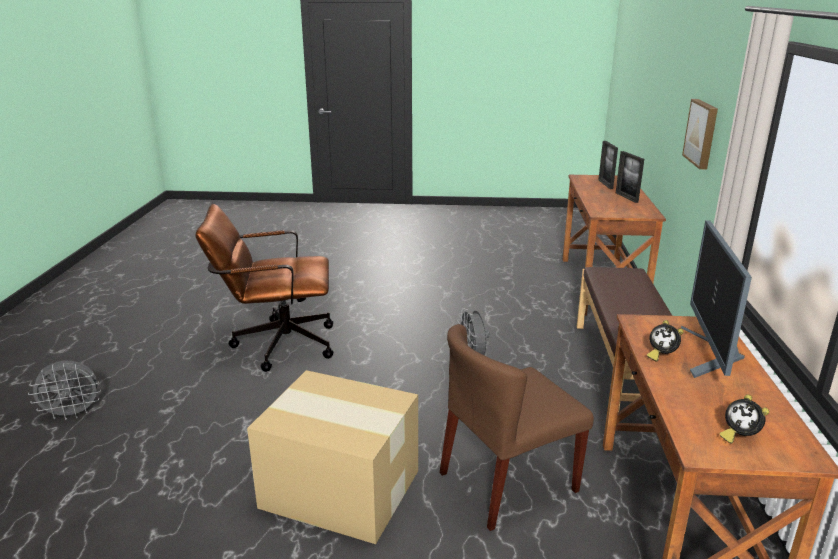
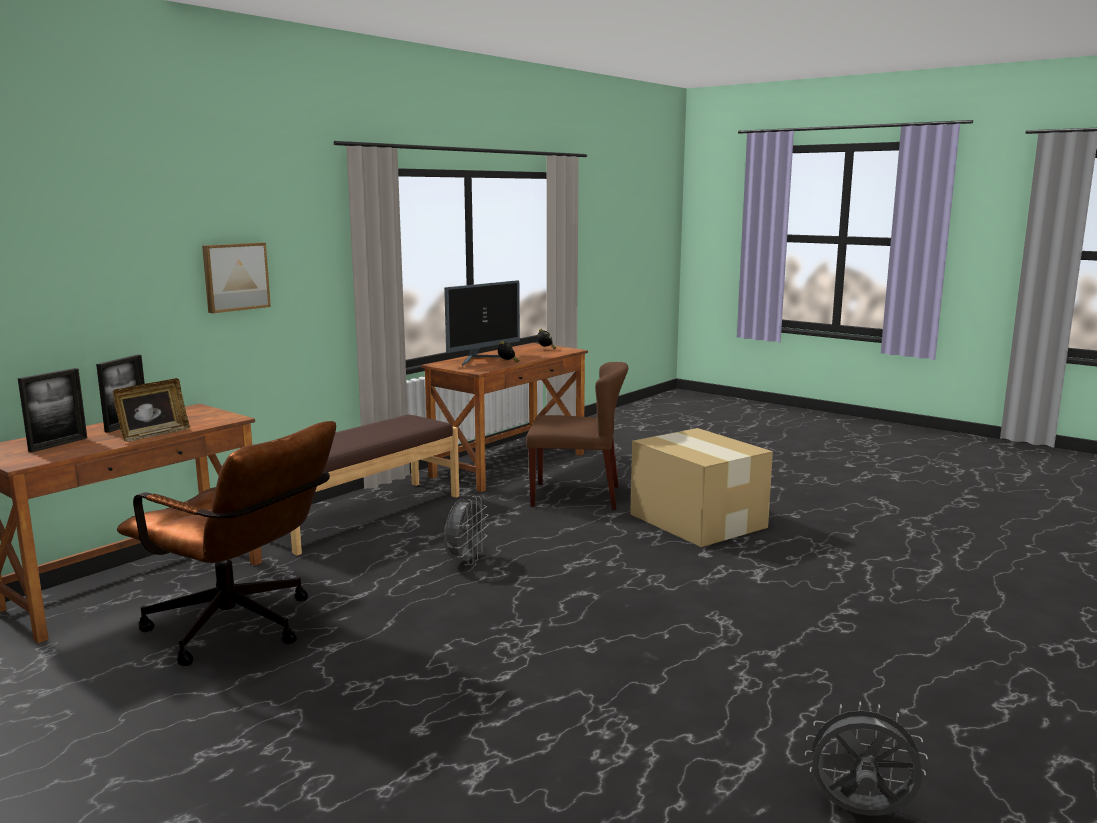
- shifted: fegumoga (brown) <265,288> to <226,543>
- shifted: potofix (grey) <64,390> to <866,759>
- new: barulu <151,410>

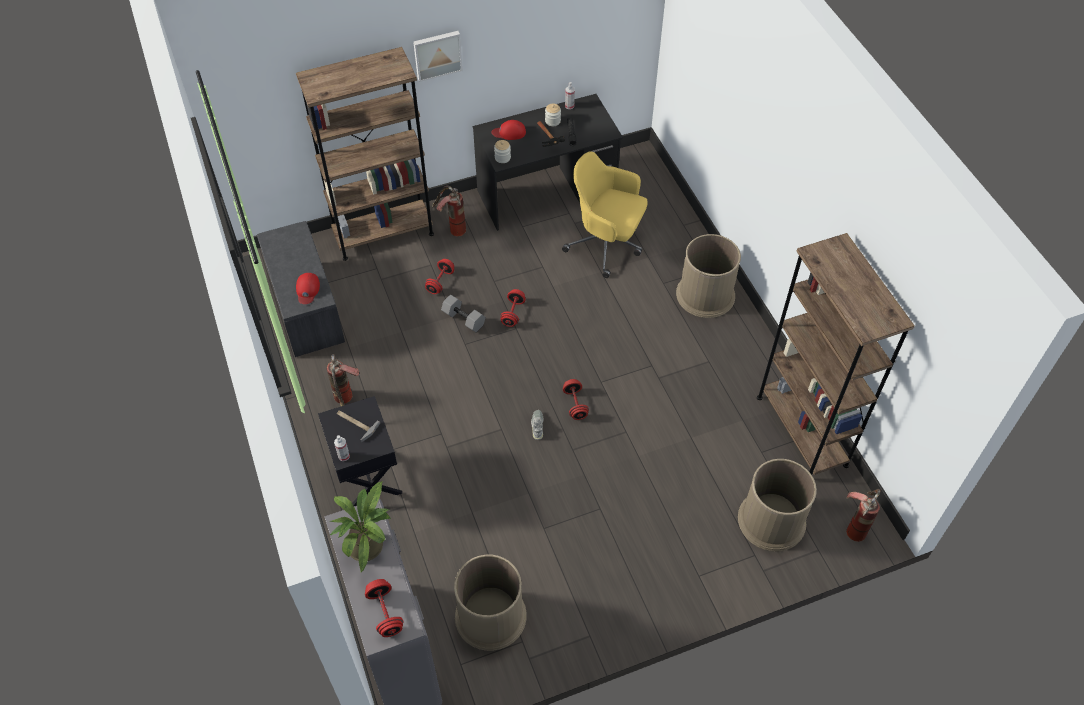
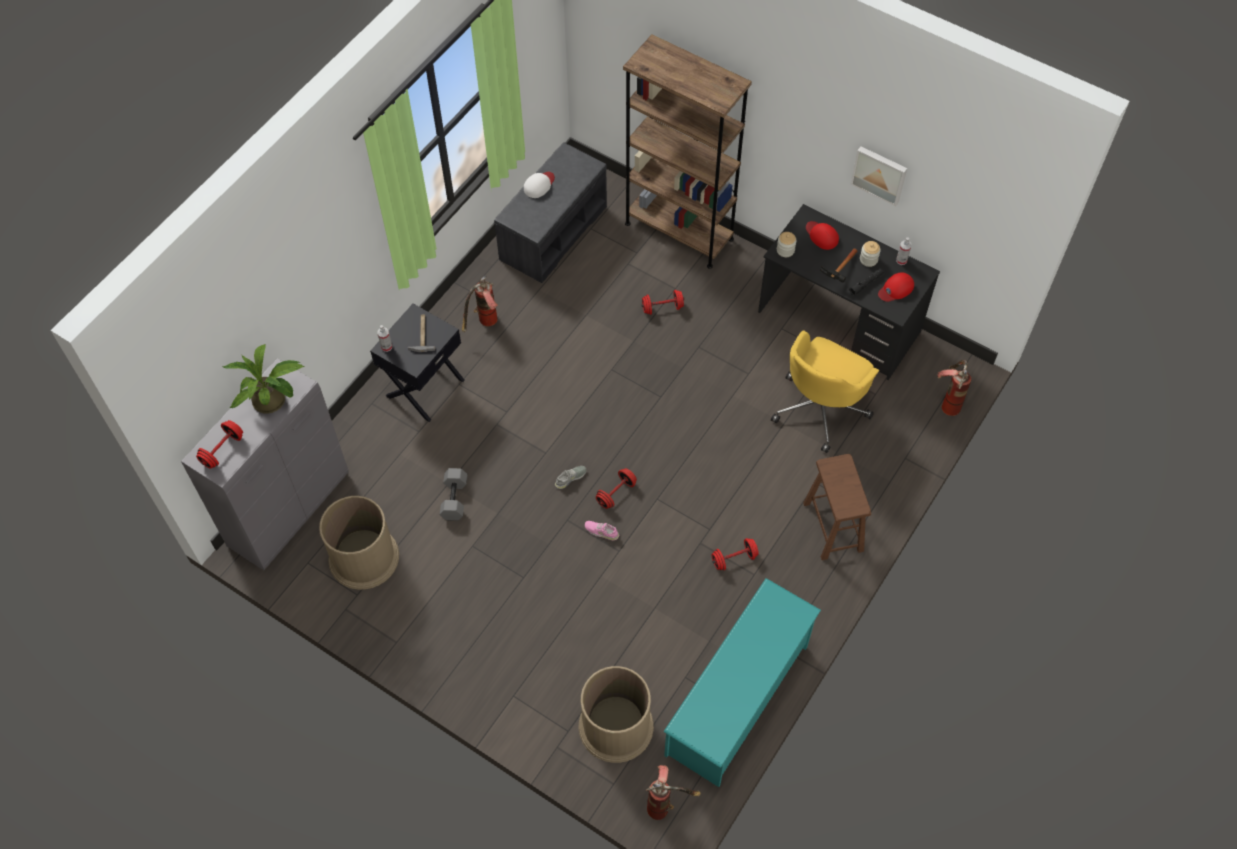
- shifted: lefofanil <438,56> to <878,176>
- rotated: fegumoga (yellow) <604,214> = <825,391> 135 degrees counterclockwise
- shifted: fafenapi <449,211> to <954,388>
- swapped: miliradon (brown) <836,354> to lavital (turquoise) <742,682>
- swapped: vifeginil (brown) <708,276> to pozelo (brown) <837,507>
- shifted: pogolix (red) <308,288> to <896,287>
- shifted: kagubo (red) <513,308> to <735,554>
- shifted: kagubo (grey) <463,313> to <453,494>
- new: pogolix (white) <539,185>
- new: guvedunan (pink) <602,530>

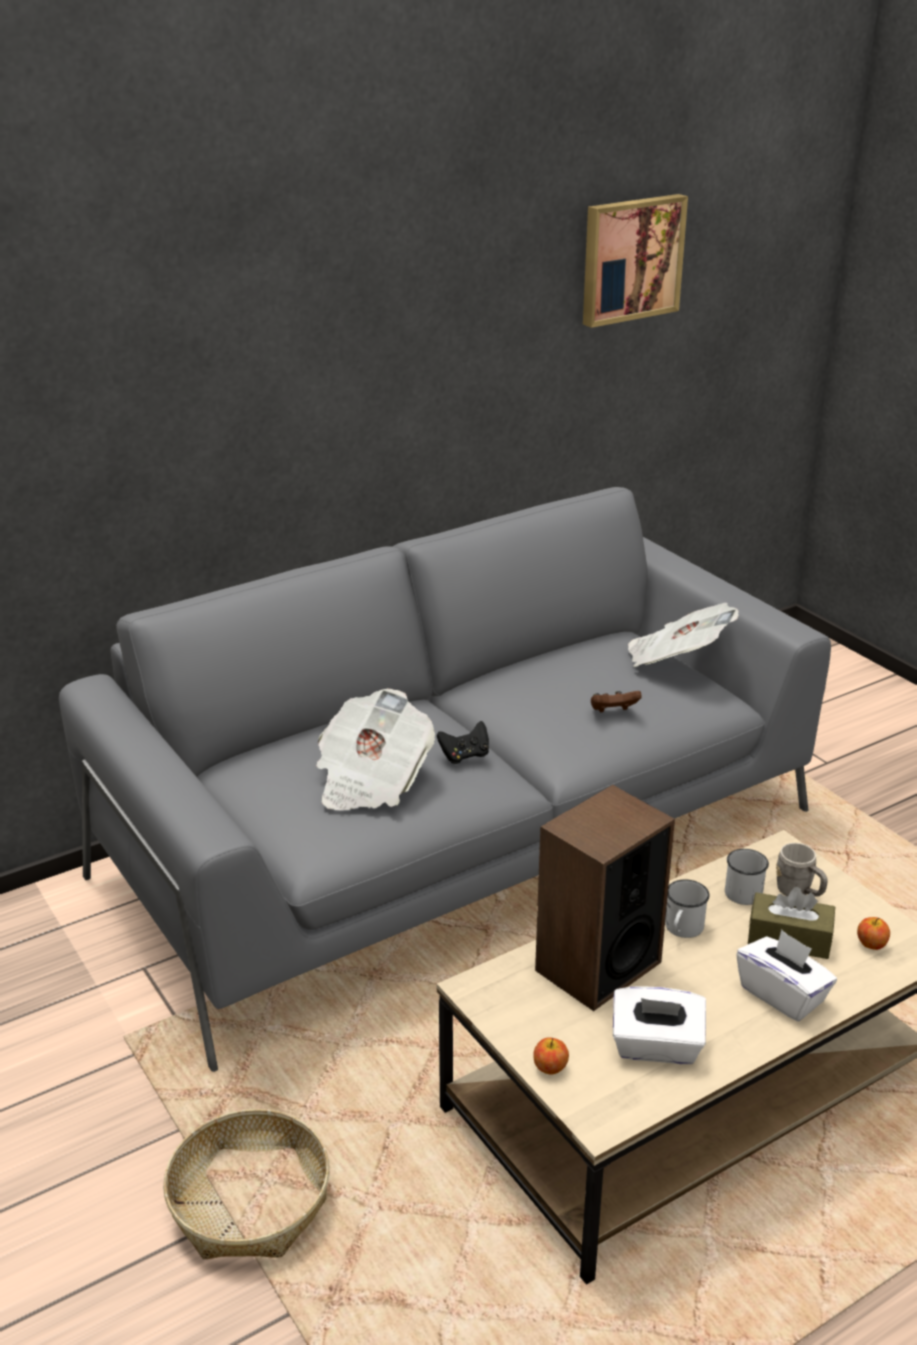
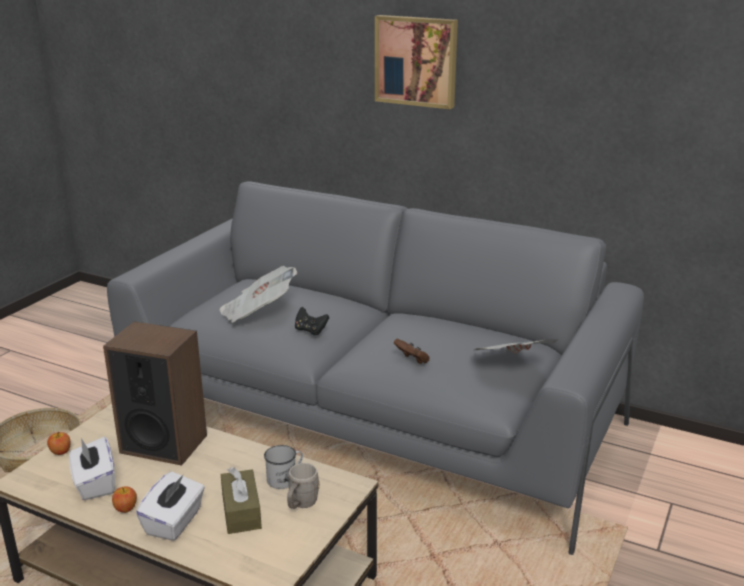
- shifted: lefofanil <635,261> to <416,62>
- gone: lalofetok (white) <687,908>
- shifted: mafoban <873,933> to <124,499>

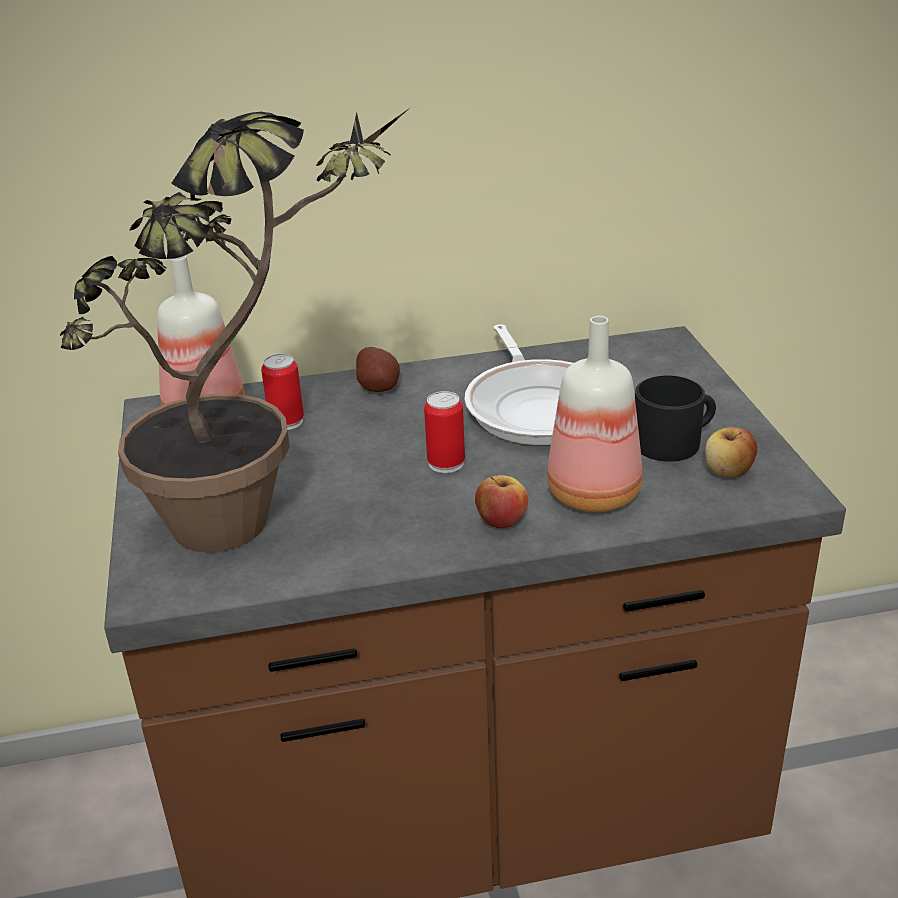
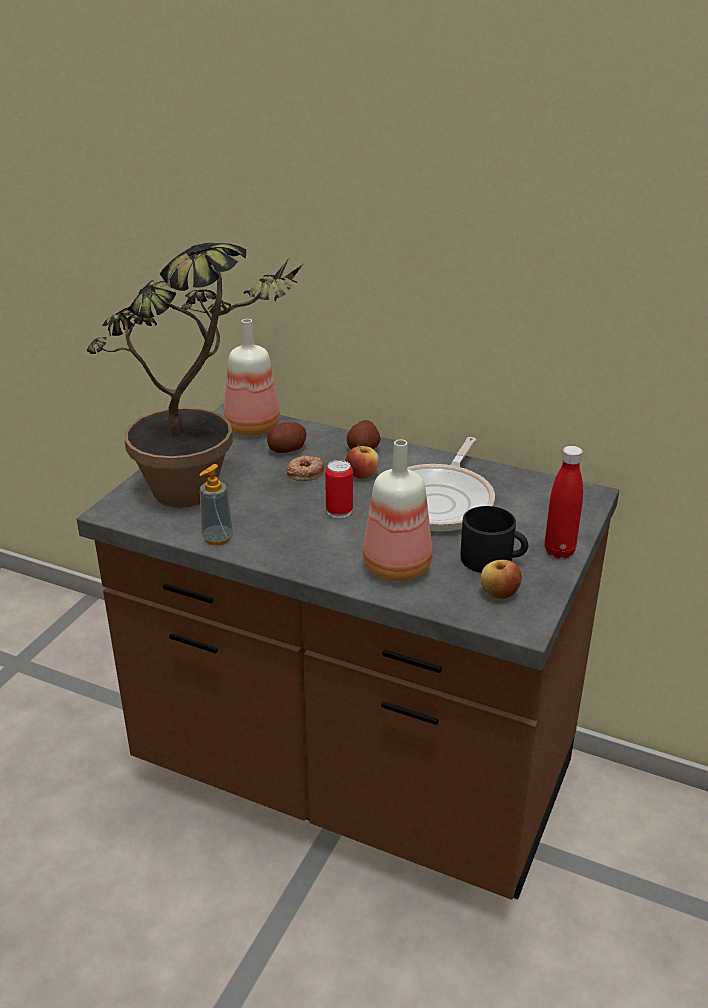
- swapped: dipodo <282,392> to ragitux <287,437>
- shifted: mafoban <501,501> to <362,461>
- new: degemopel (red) <563,502>
- new: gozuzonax <305,468>
- new: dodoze <216,504>

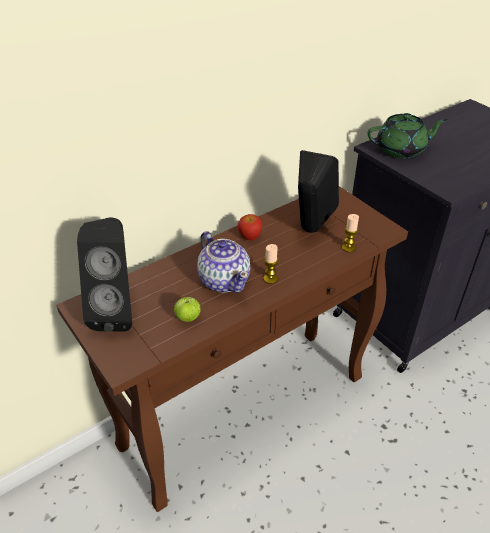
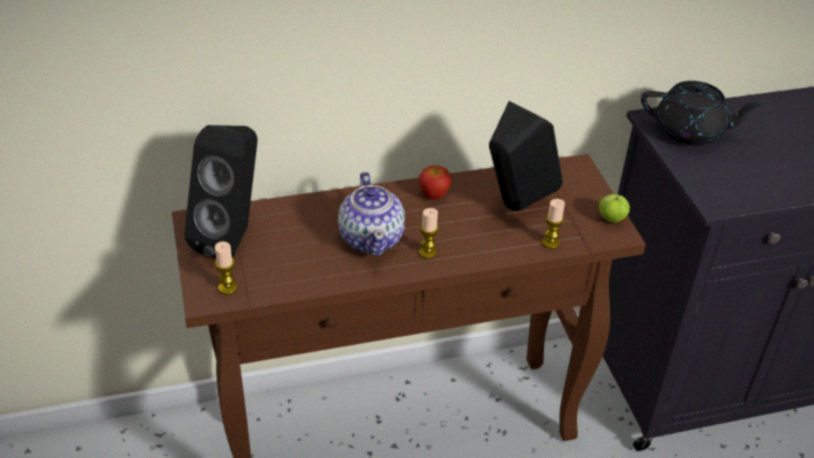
- repainted: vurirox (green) <407,135> to vurirox (black) <701,113>
- shifted: mafoban <187,309> to <614,208>
- new: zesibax <226,268>

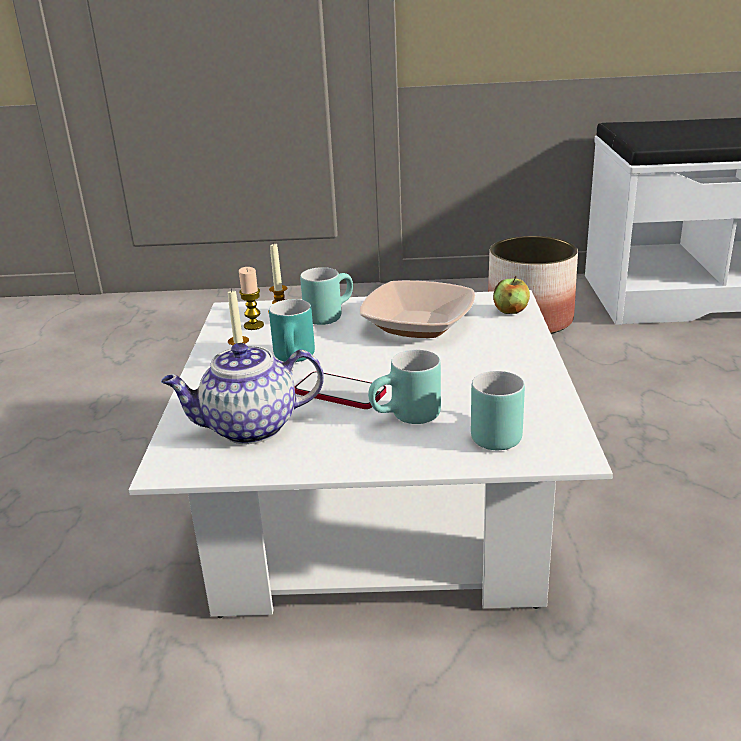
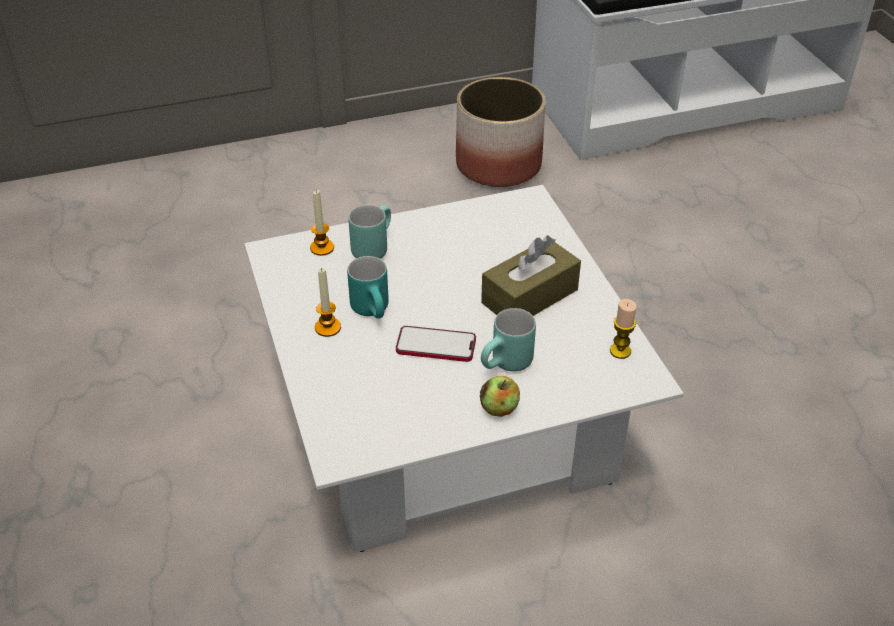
- shifted: zesibax <251,298> to <623,329>
- shifted: mafoban <511,295> to <500,396>
- gone: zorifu <417,309>
- gone: vurirox <242,394>
- gone: lalofetok (turquoise) <498,411>
- new: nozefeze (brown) <531,275>

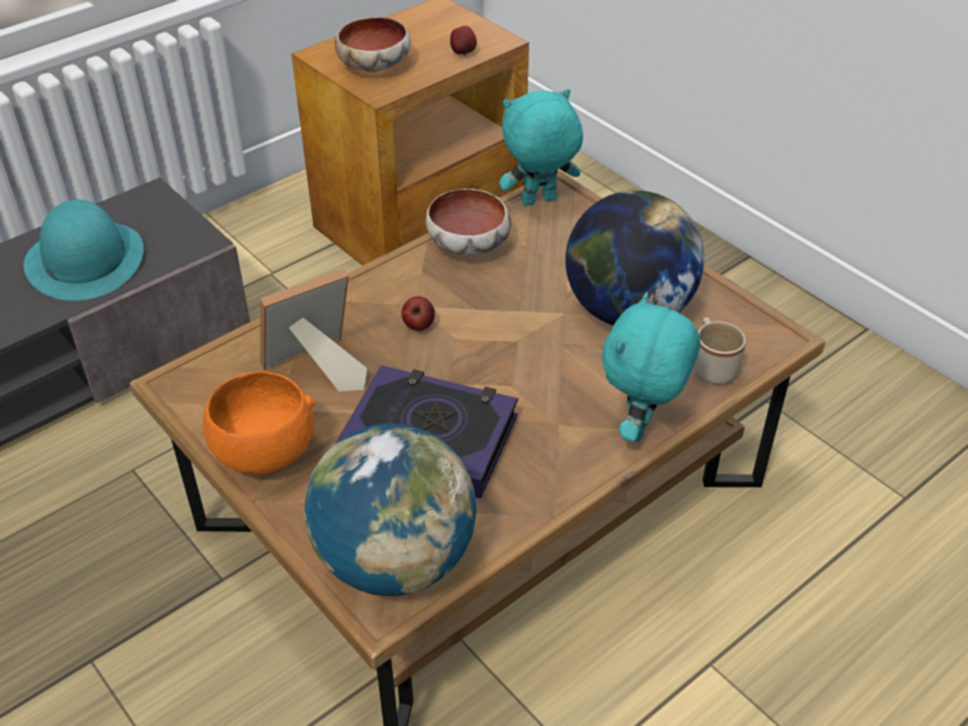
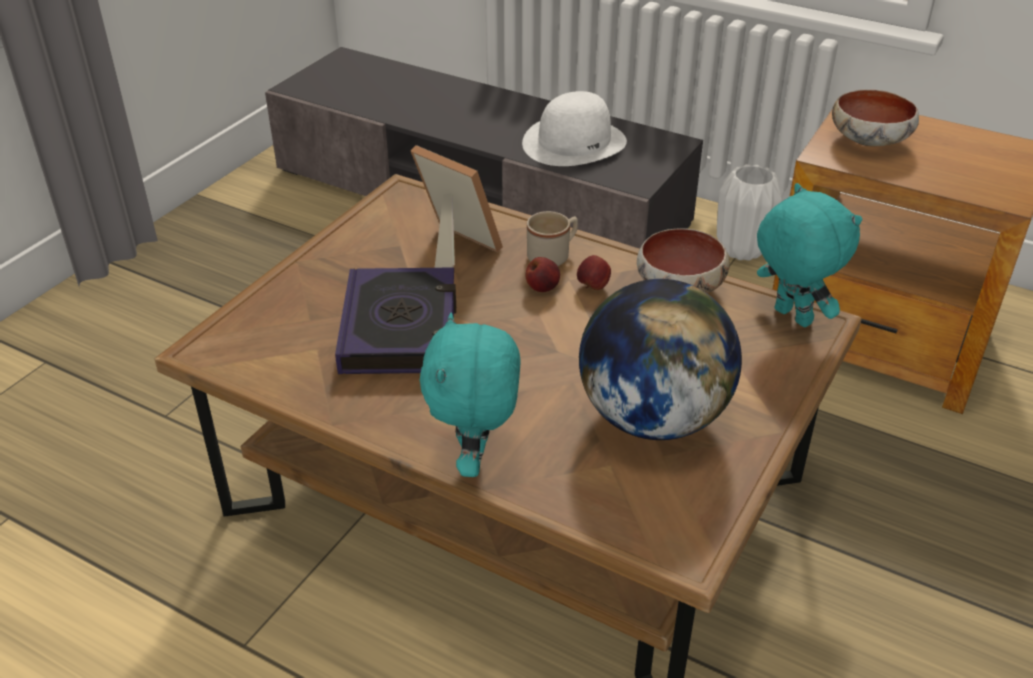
- shifted: mafoban <463,40> to <594,272>
- repainted: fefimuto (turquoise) <84,250> to fefimuto (white) <574,128>
- rotated: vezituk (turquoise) <651,367> = <470,395> 90 degrees counterclockwise
- shifted: lalofetok (beige) <719,350> to <552,238>
- gone: zorifu (orange) <259,422>
- gone: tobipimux <390,509>
- new: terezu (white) <750,212>

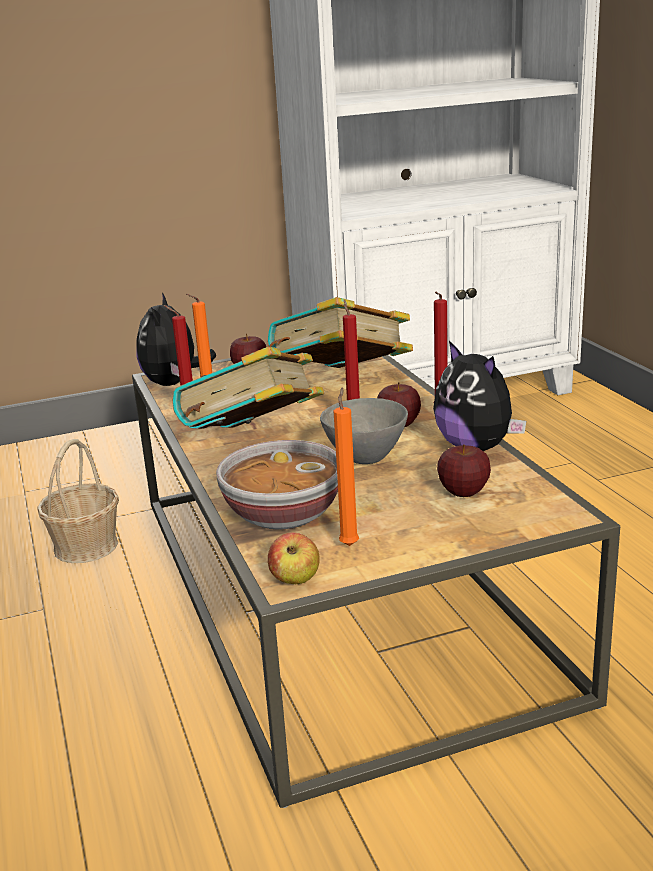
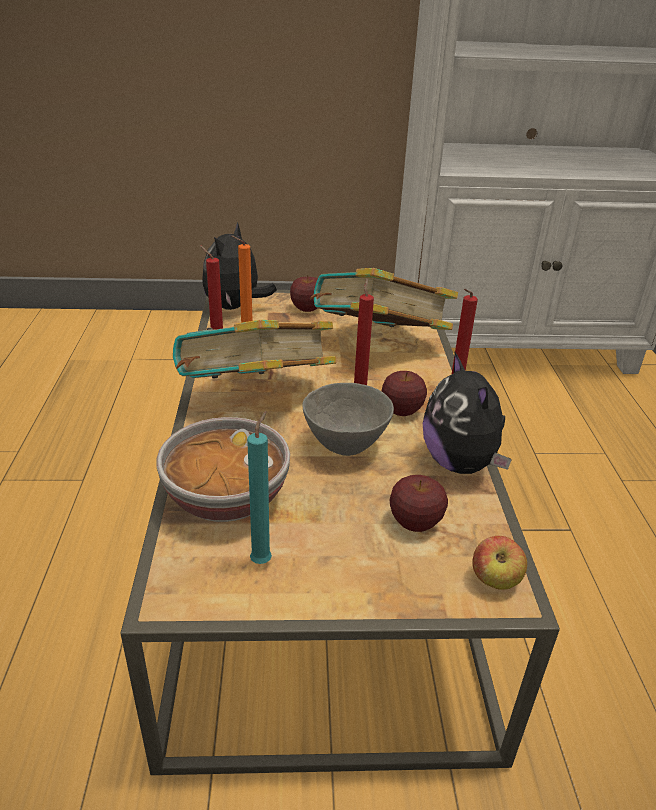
- repainted: zesibax (orange) <346,466> to zesibax (turquoise) <259,487>
- gone: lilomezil <78,501>
- shifted: mafoban <294,558> to <499,563>

